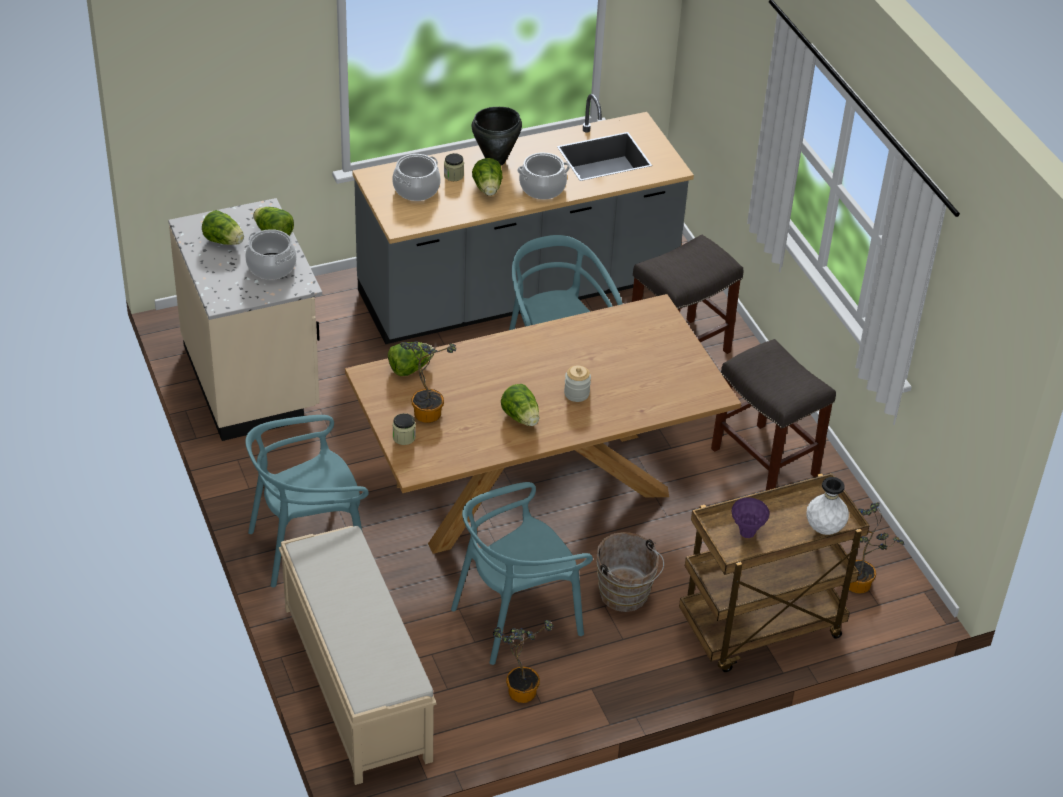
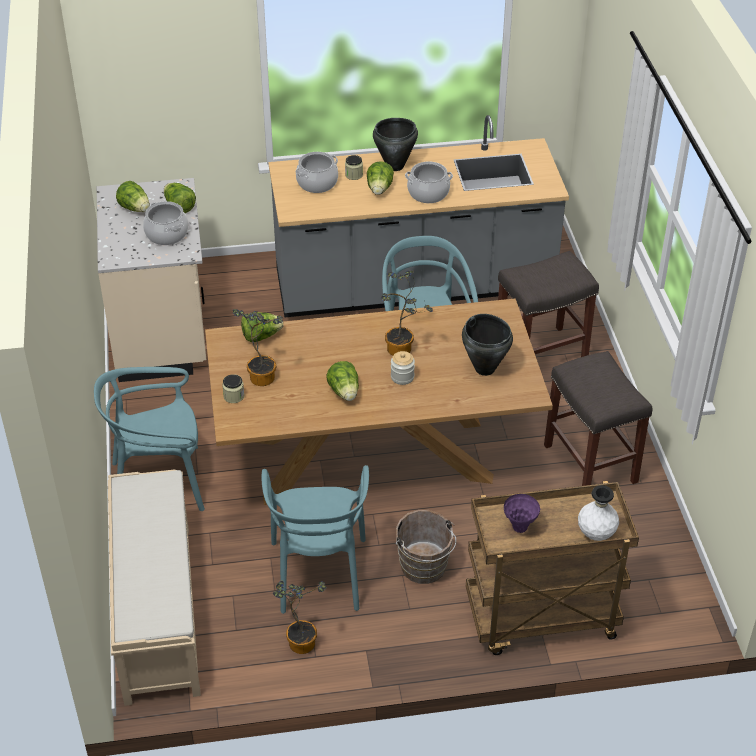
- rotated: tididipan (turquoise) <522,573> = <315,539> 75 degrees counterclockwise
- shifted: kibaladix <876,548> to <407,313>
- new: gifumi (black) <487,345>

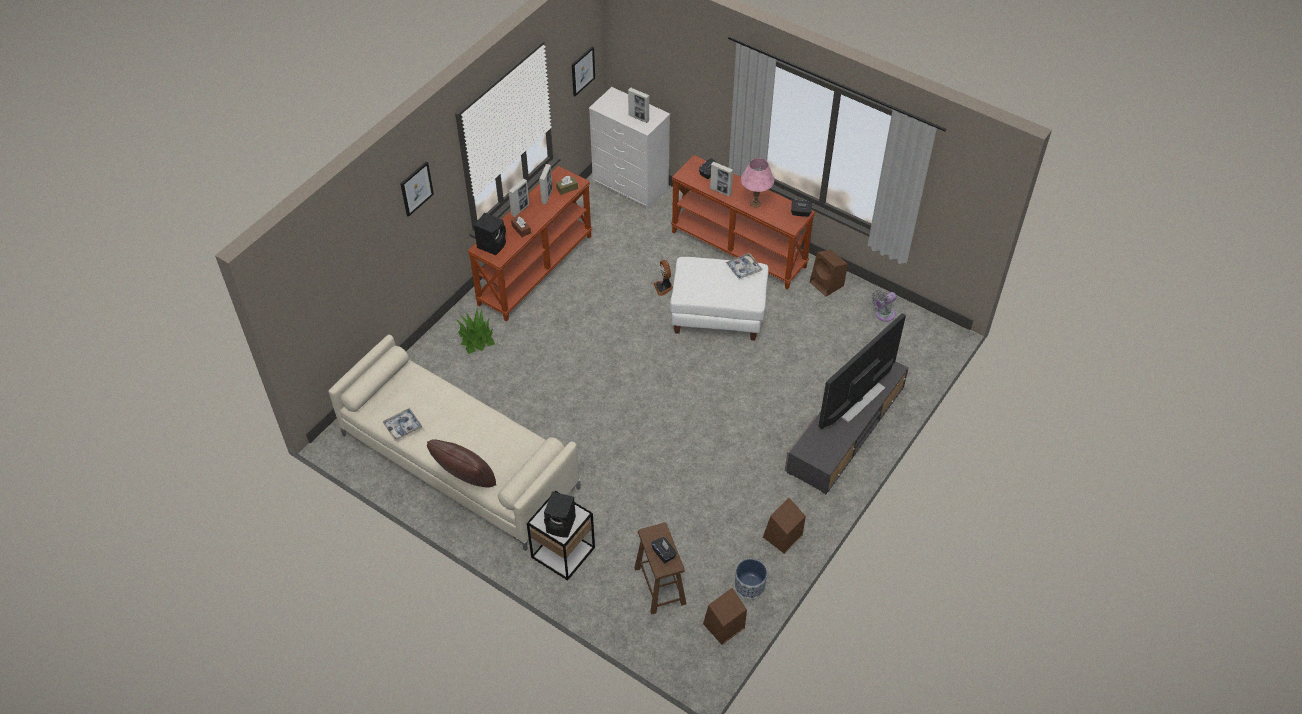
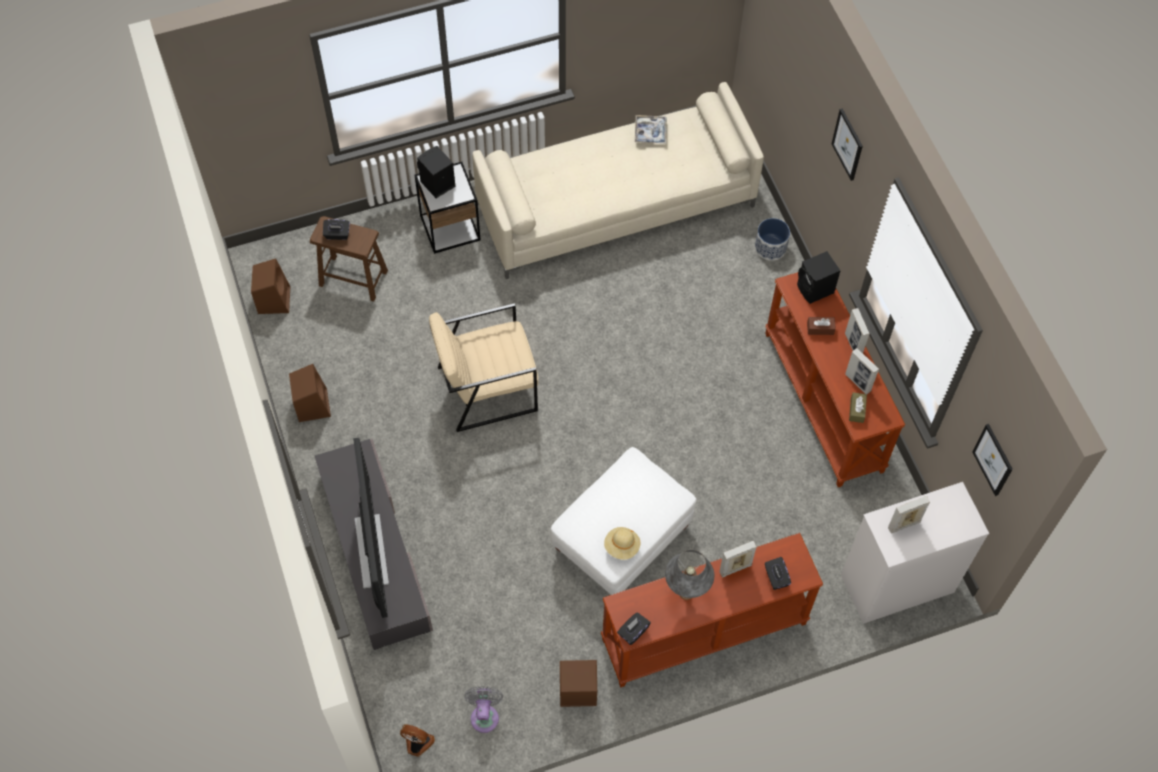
- repainted: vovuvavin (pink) <757,183> to vovuvavin (grey) <689,575>
- swapped: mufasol <744,266> to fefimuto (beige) <622,543>
- shifted: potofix <663,278> to <417,740>
- gone: kibaladix <475,331>
- gone: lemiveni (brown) <461,463>
- shifted: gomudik <751,579> to <772,239>
- new: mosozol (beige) <483,367>

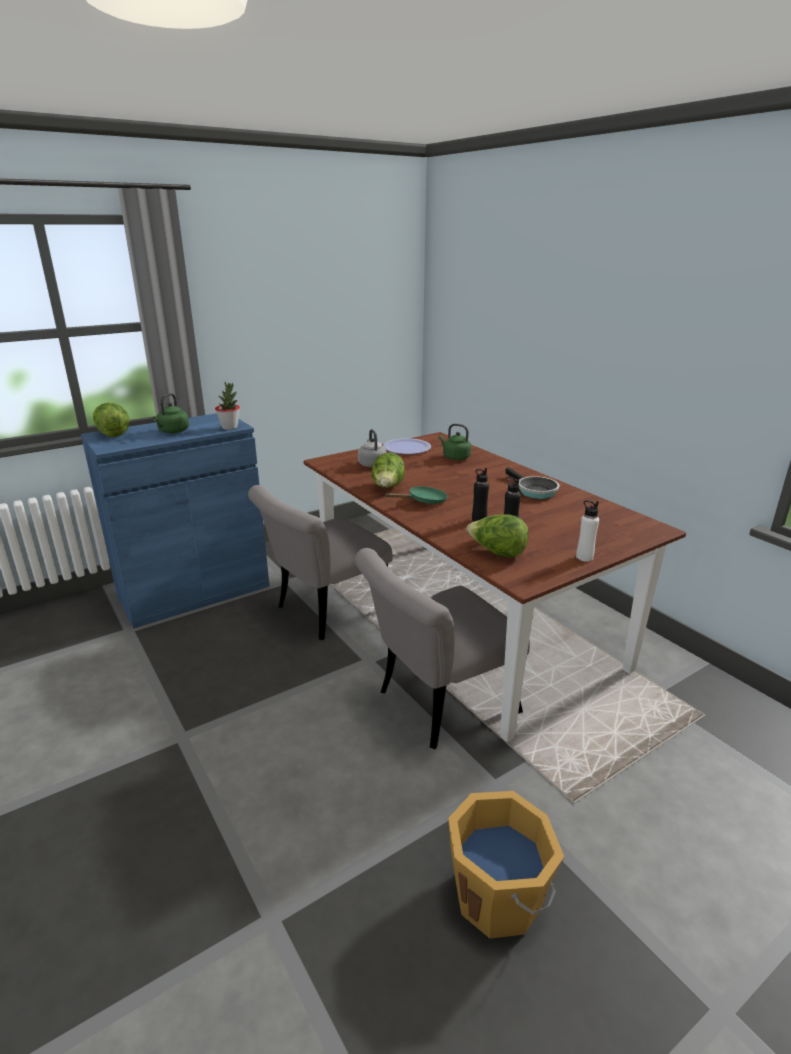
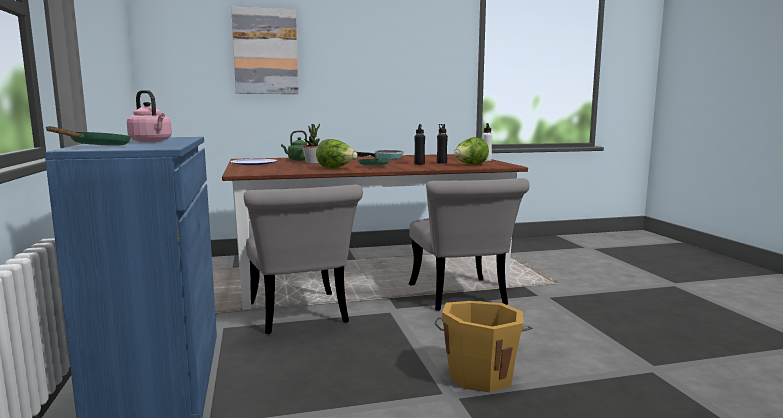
- shifted: kibaladix <227,406> to <311,144>
- repainted: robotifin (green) <171,413> to robotifin (pink) <149,116>
- swapped: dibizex <111,420> to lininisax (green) <88,136>
- gone: robotifin (grey) <372,448>
- shifted: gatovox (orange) <506,865> to <483,346>
- new: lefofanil <265,50>

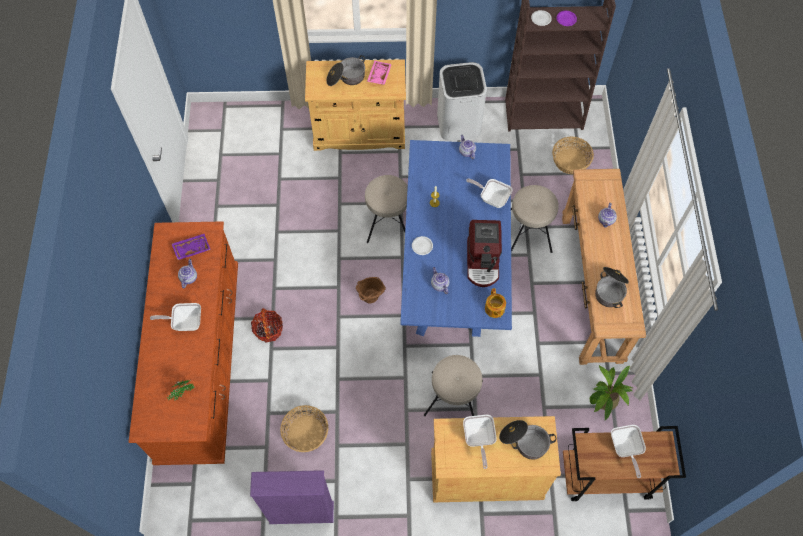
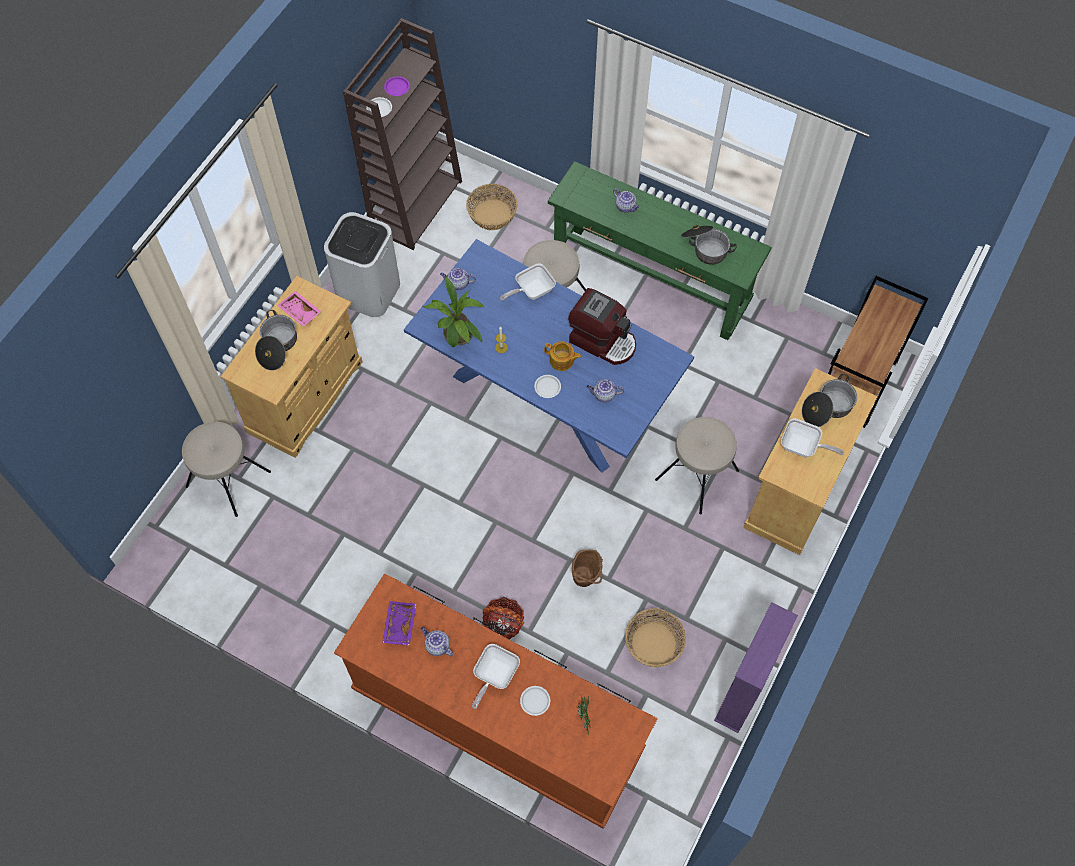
- repainted: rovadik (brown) <604,267> to rovadik (green) <660,250>
- shifted: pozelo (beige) <386,209> to <226,469>
- shifted: gatovox (brown) <371,290> to <587,568>
- shifted: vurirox <495,303> to <562,356>
- shifted: kibaladix <612,393> to <454,312>
- gone: lininisax <628,451>
- new: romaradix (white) <535,701>

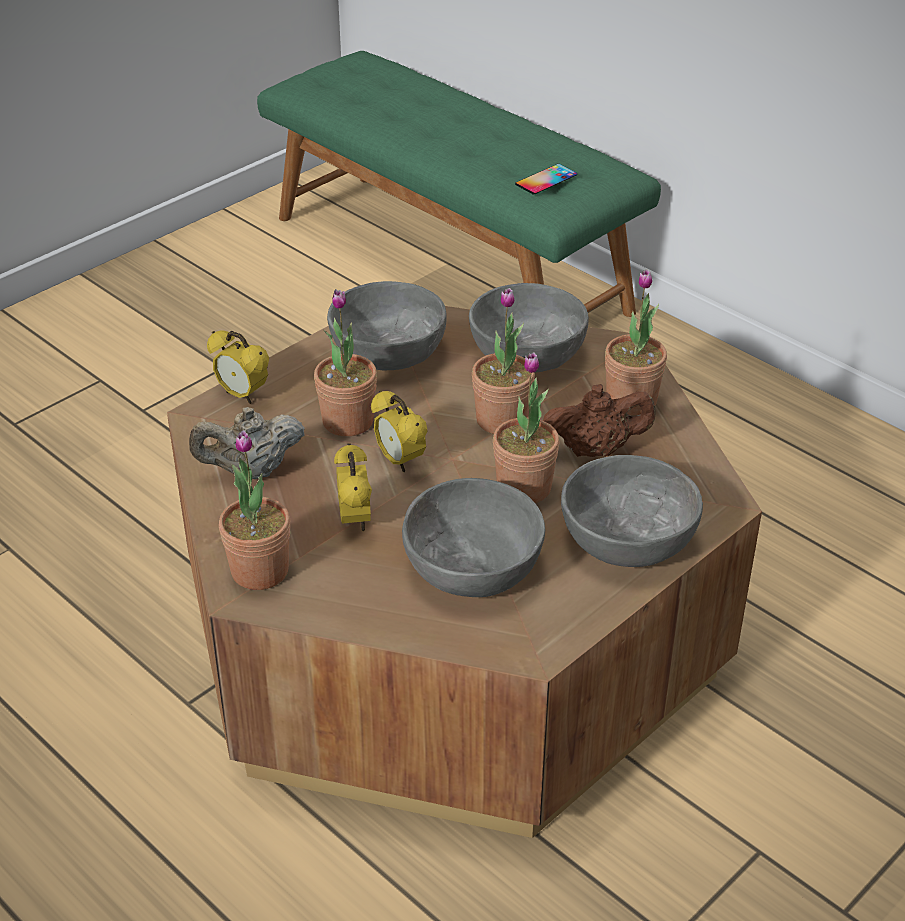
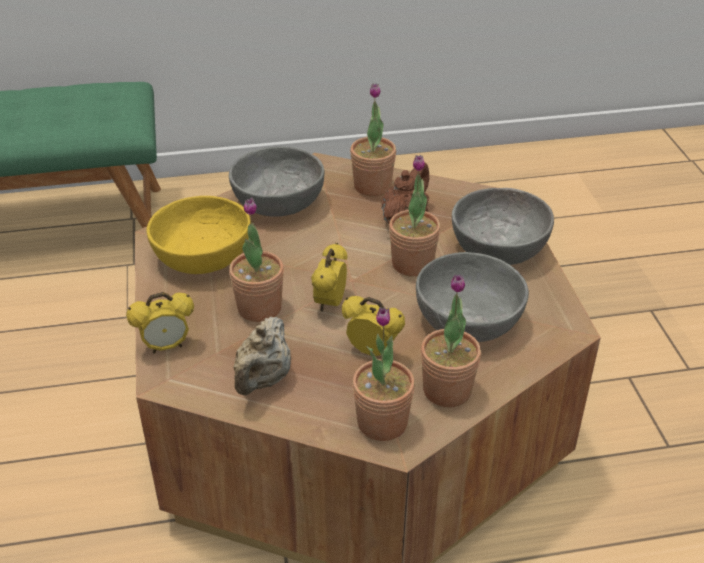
- gone: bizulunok <546,179>
- repainted: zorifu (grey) <387,325> to zorifu (yellow) <198,235>
- shifted: kibaladix <503,361> to <451,340>
- rotated: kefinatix <399,431> = <329,277> 105 degrees clockwise

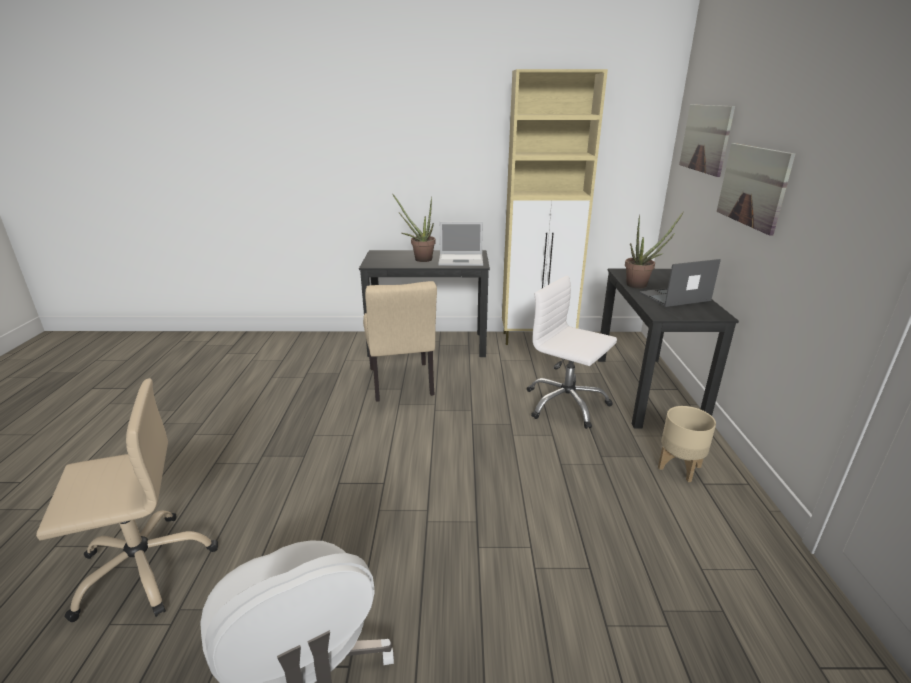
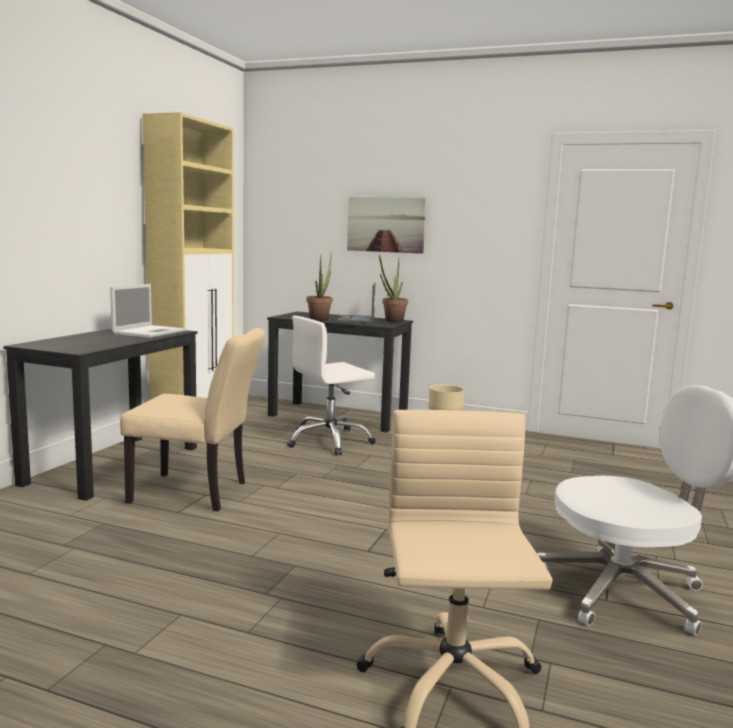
- gone: lefofanil <707,140>
- shifted: kibaladix <414,228> to <393,288>

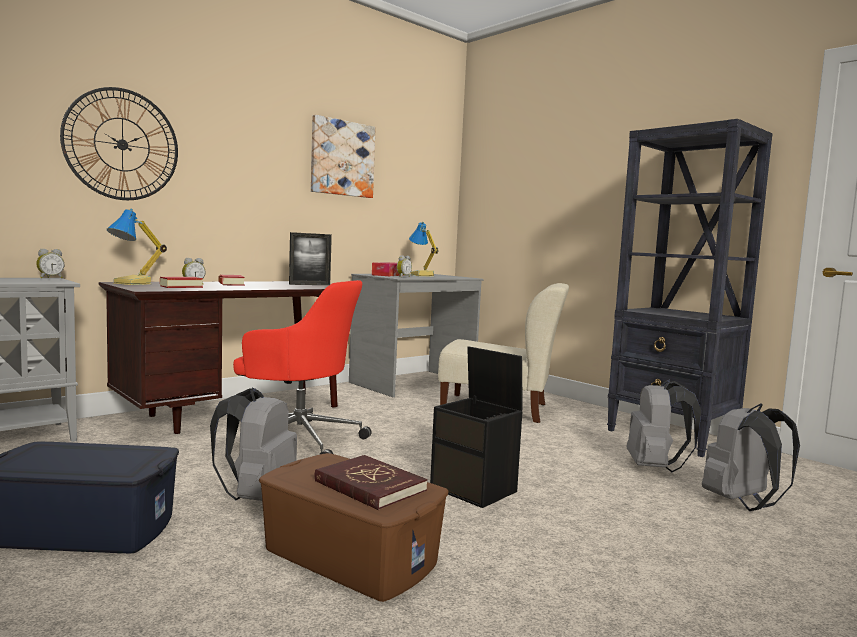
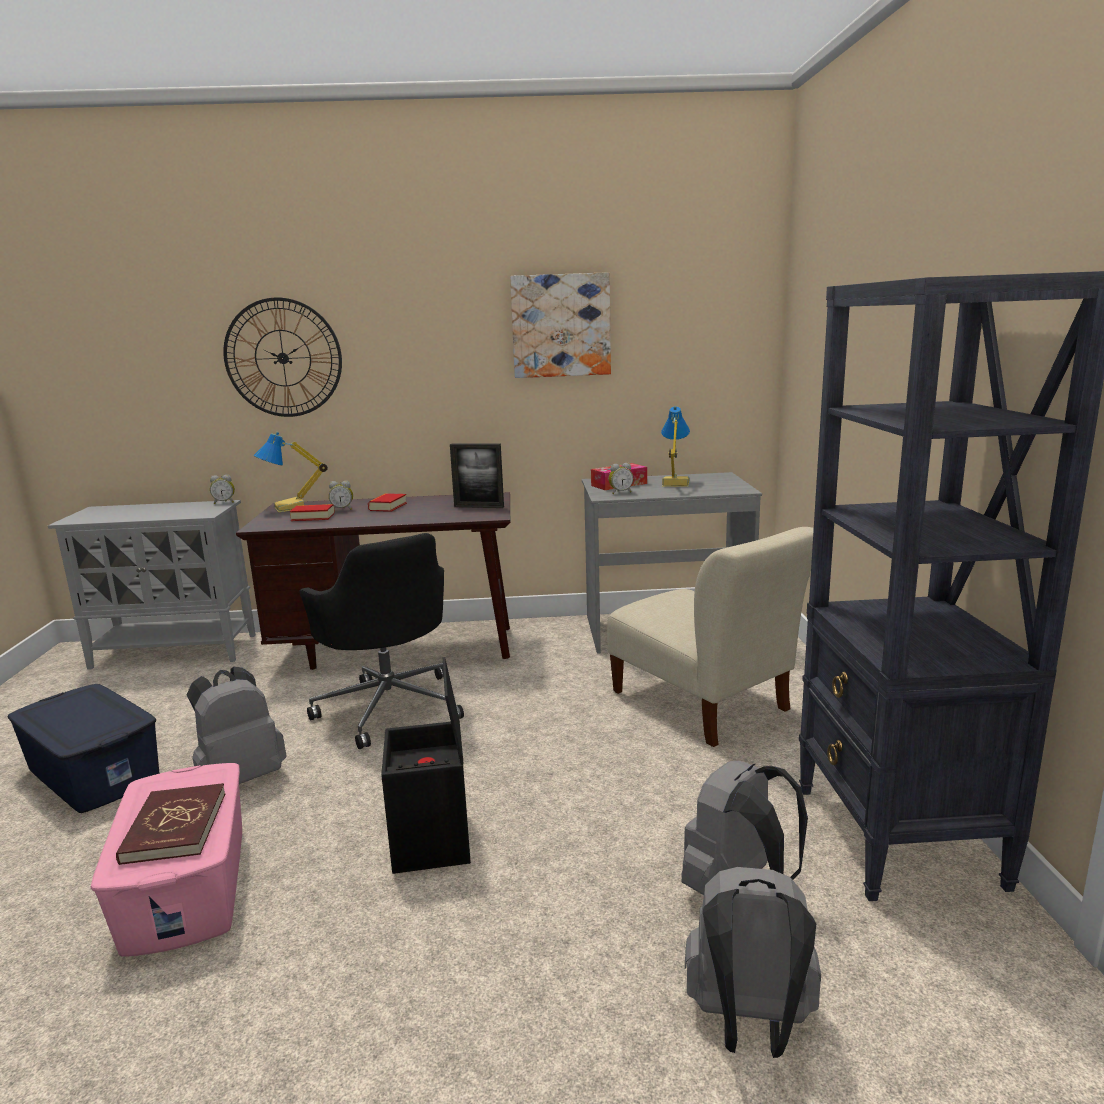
- repainted: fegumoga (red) <302,367> to fegumoga (black) <381,641>
- repainted: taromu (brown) <353,527> to taromu (pink) <166,860>

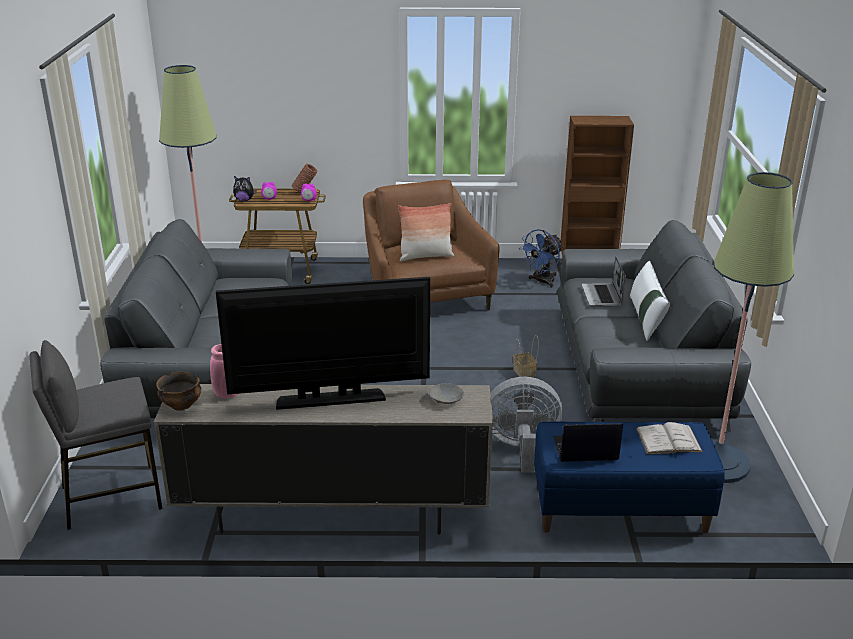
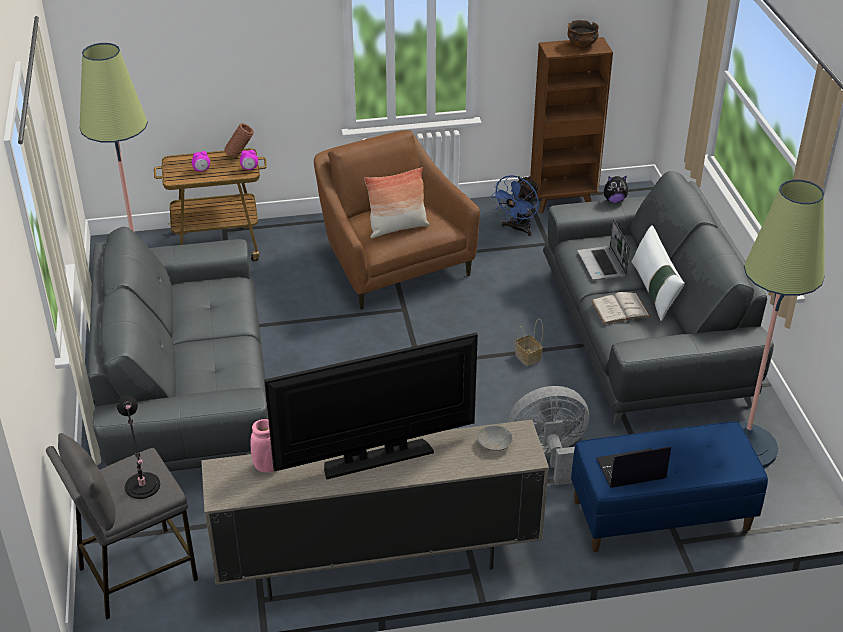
- shifted: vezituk <245,188> to <616,189>
- shifted: zorifu <178,391> to <583,34>
- shifted: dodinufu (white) <669,438> to <621,308>
- new: vovuvavin (black) <138,447>

